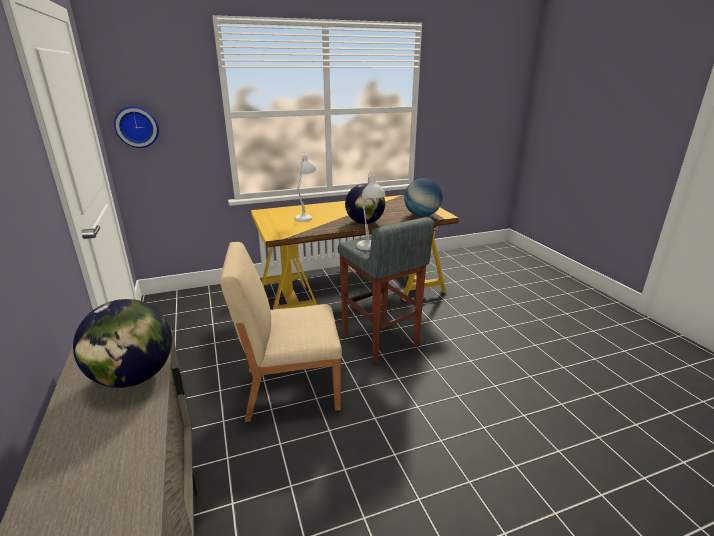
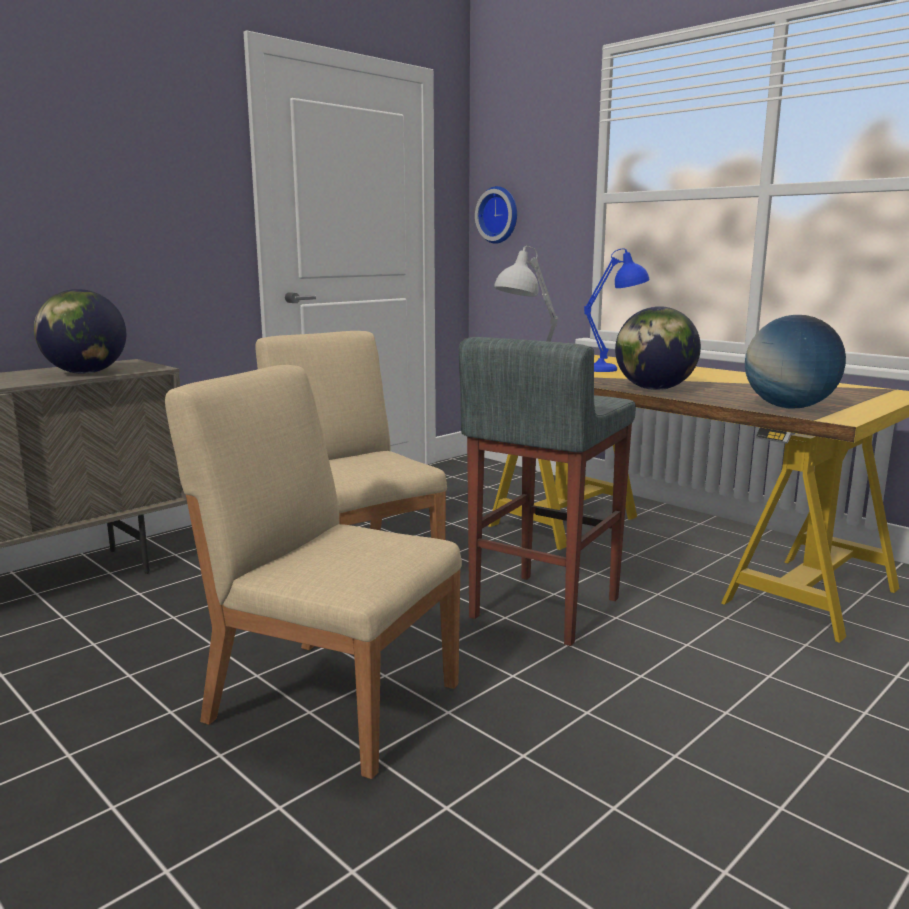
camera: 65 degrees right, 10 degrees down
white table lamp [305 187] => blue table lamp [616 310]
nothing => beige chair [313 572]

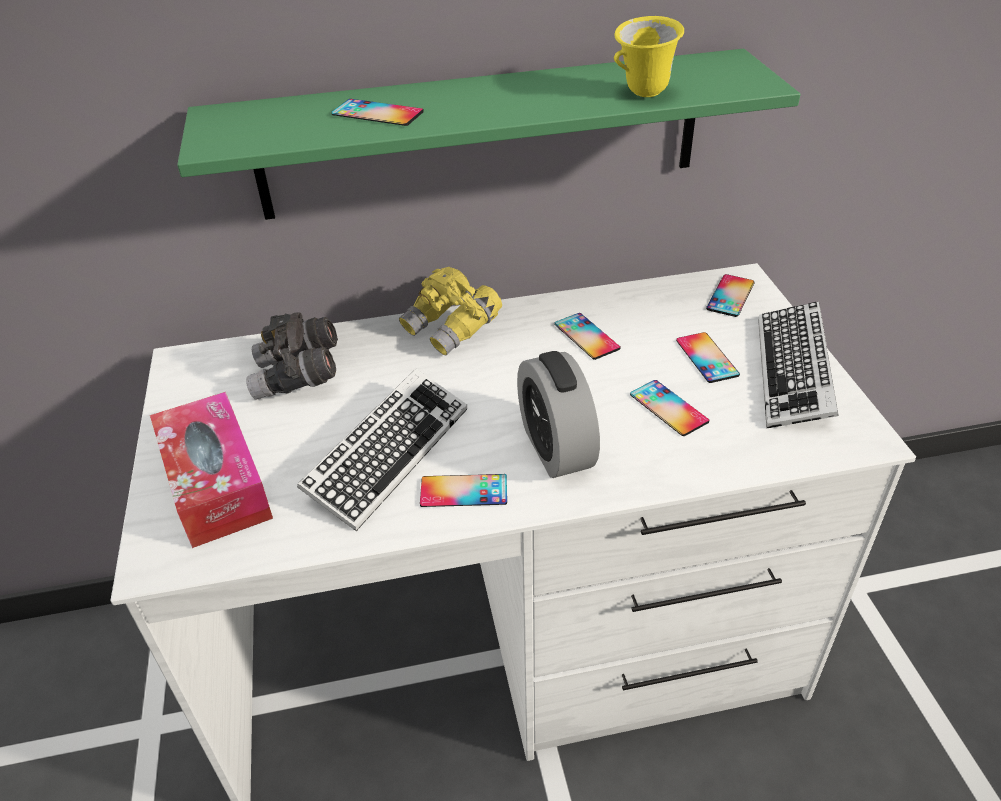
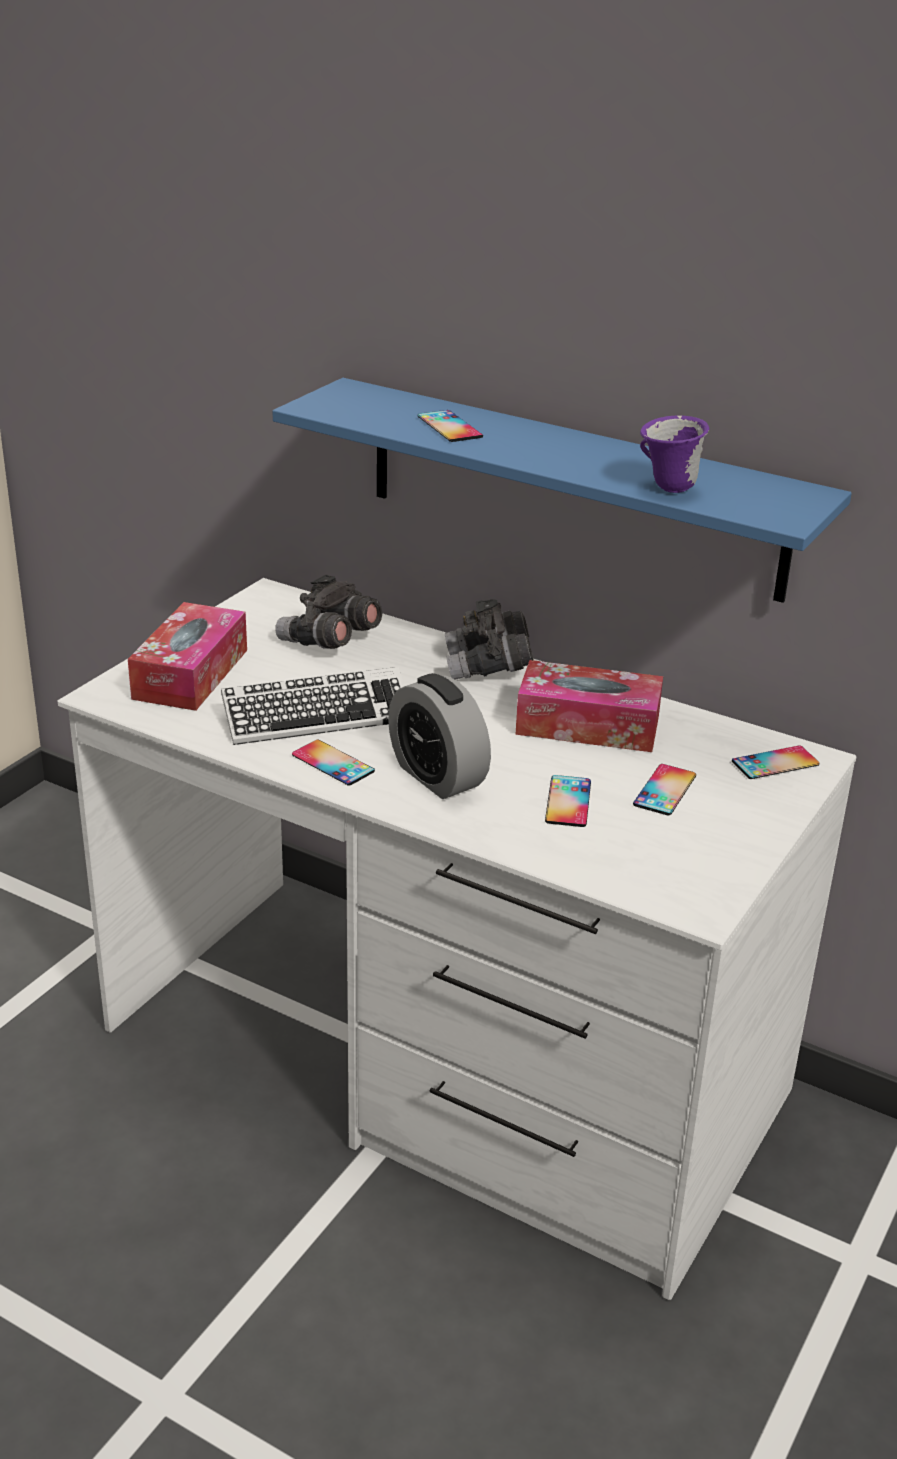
camera: 40 degrees right, 10 degrees down
green shelf [489 134] => blue shelf [562 490]
yellow binoculars [450 311] => grey binoculars [489 639]
alarm clock [558 414] => alarm clock [439 736], 60 degrees counterclockwise
phone [587 336] => tissue box [589 706]
yellow mug [649 56] => purple mug [675 454]
keyboard [798 364] => nothing

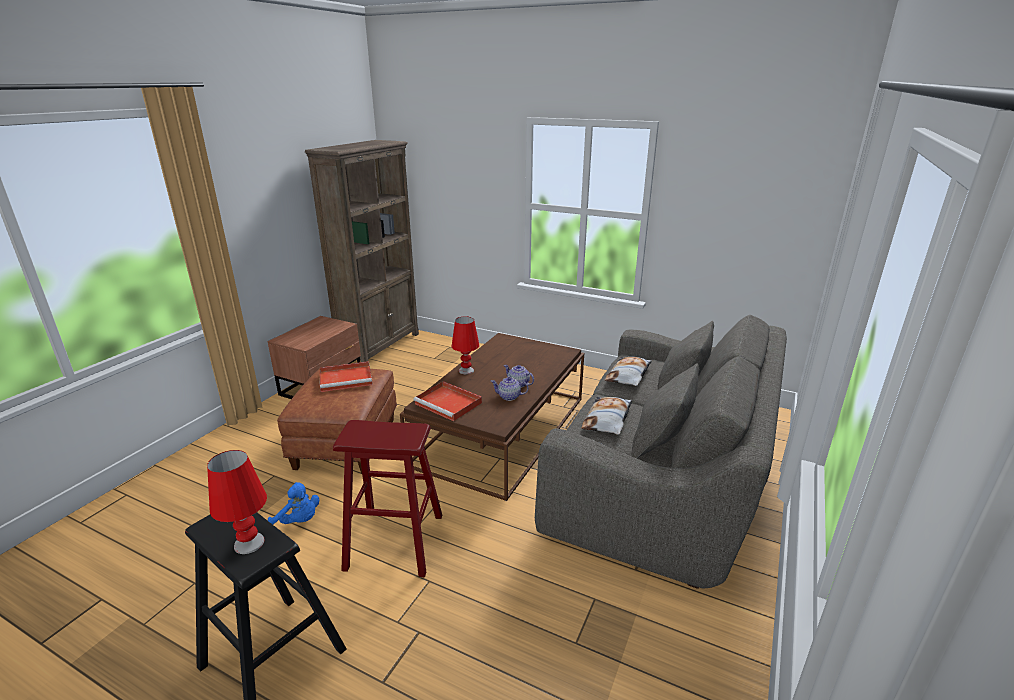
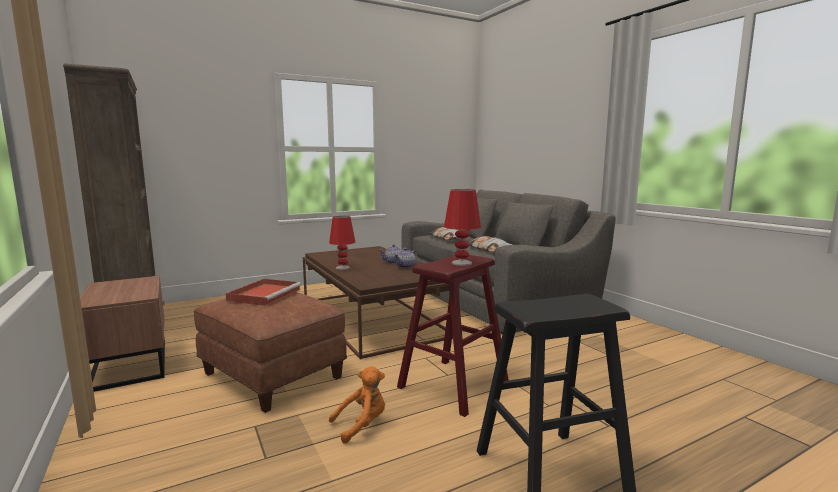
camera: 55 degrees left, 15 degrees down
red table lamp [237 502] => red table lamp [462 227], moved
blue plush toy [293 503] => orange plush toy [357 405]
red tray [447 401] => nothing

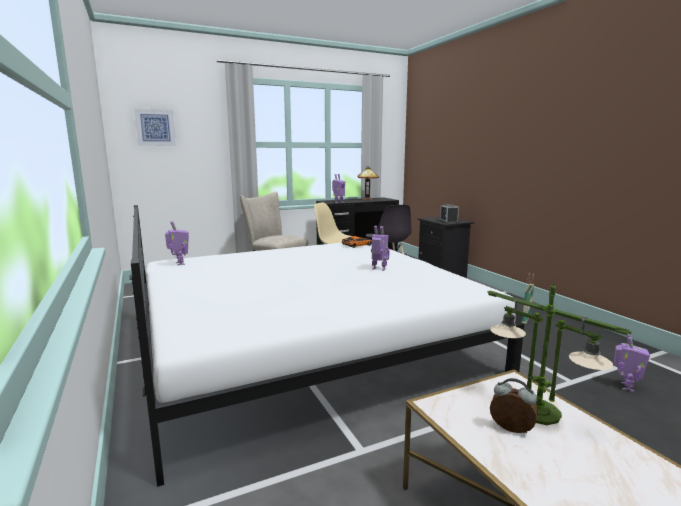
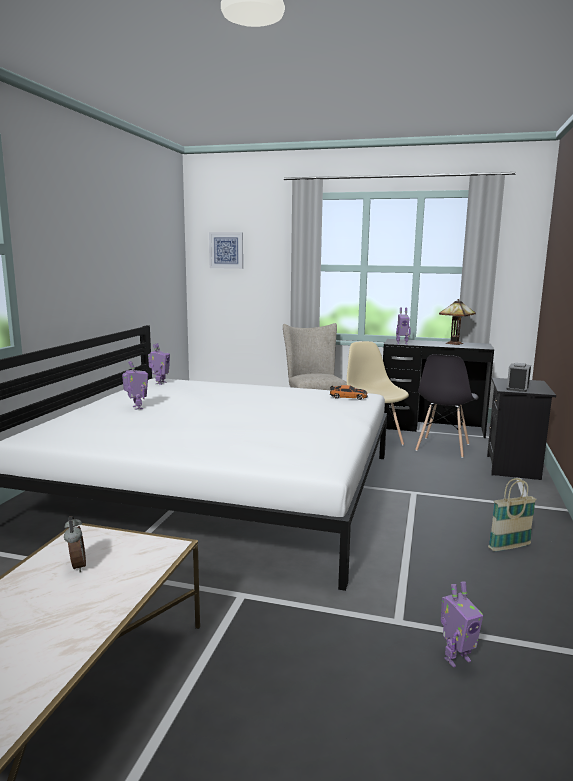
camera: 40 degrees right, 0 degrees up
toy robot [380 248] => toy robot [135 385], moved
table lamp [560 354] => nothing

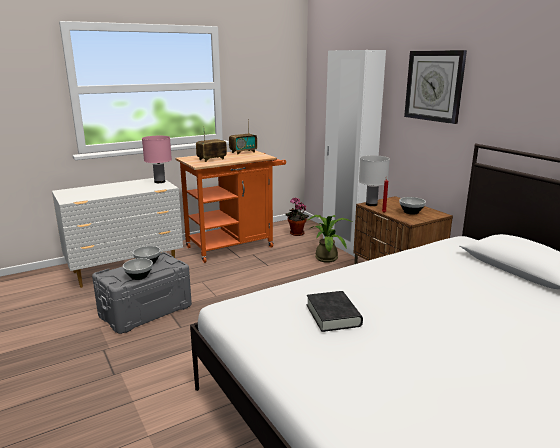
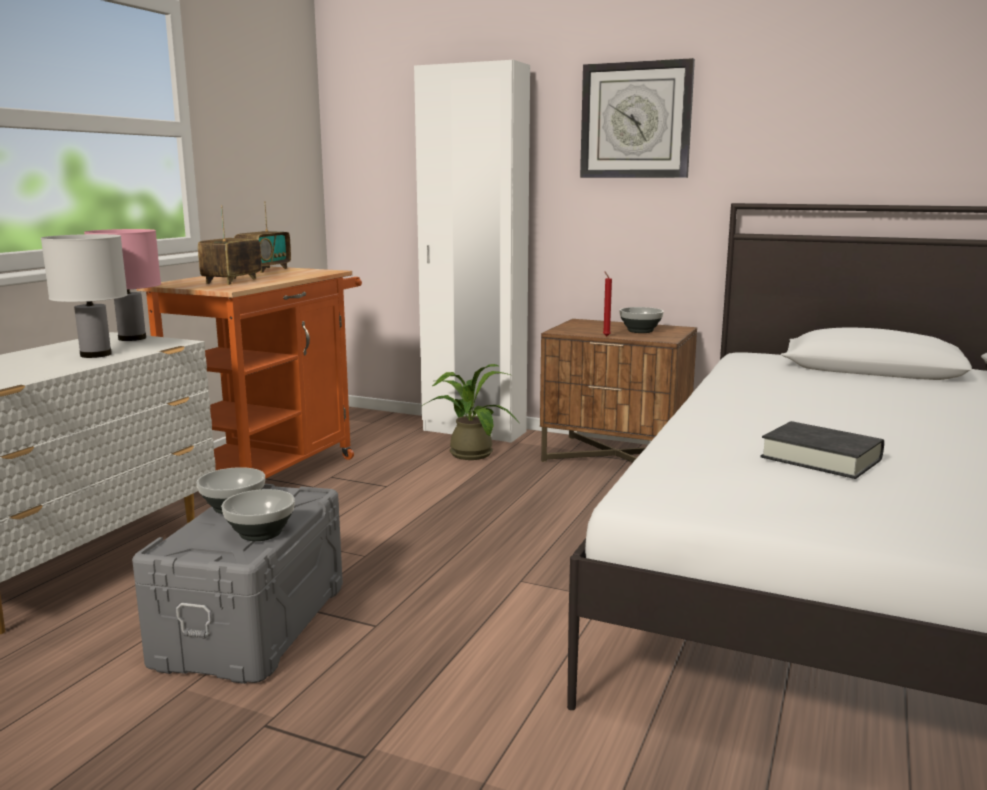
camera: 35 degrees left, 5 degrees down
potted plant [297 216] => nothing
white table lamp [374 180] => white table lamp [84 296], moved

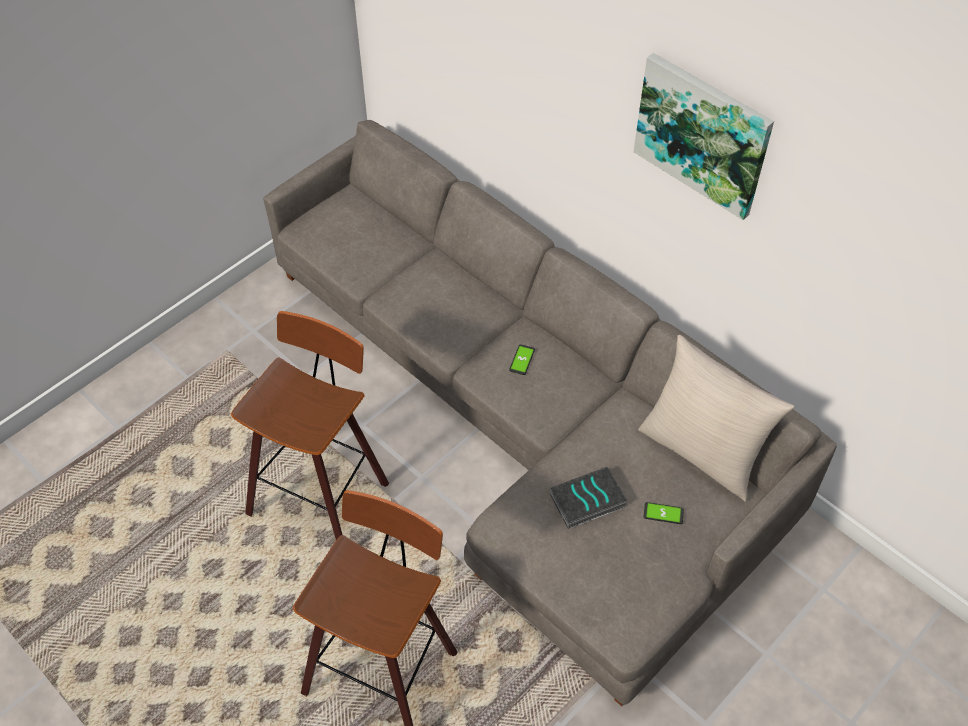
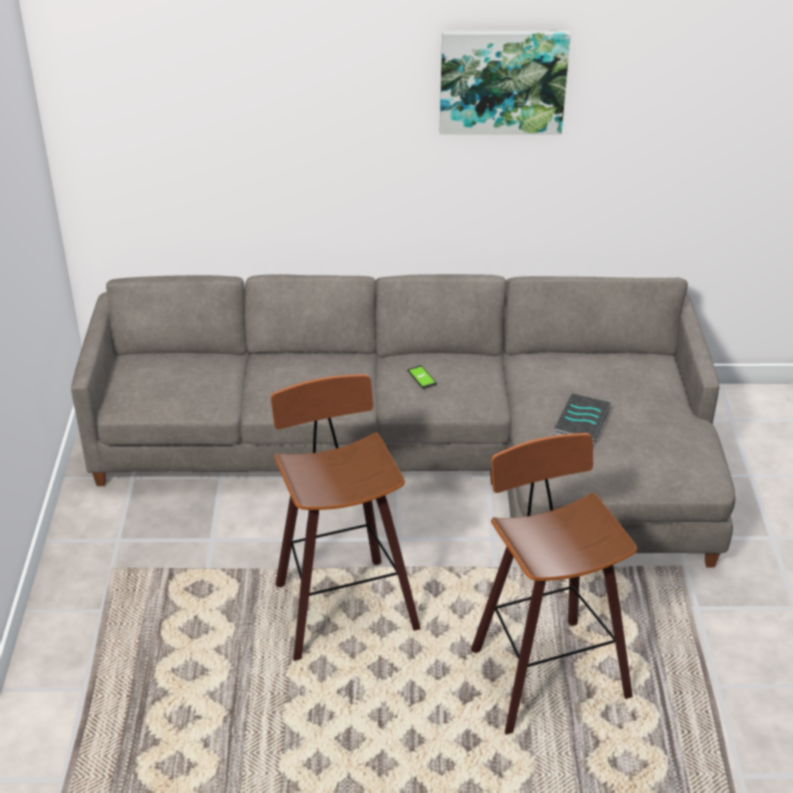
camera: 45 degrees left, 15 degrees down
beige pillow [716 418] => nothing
phone [664 513] => nothing

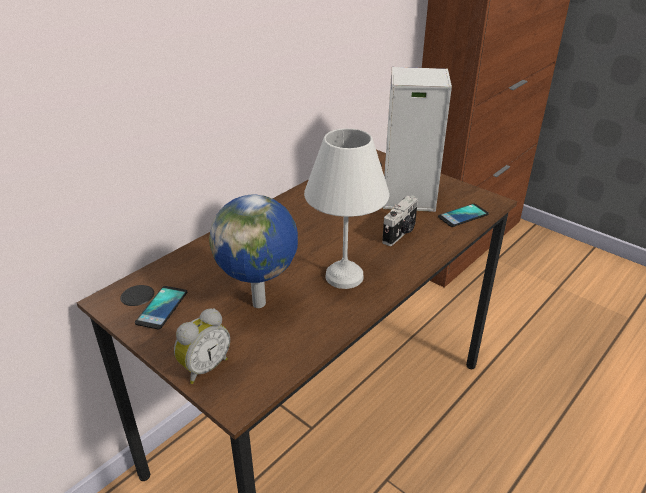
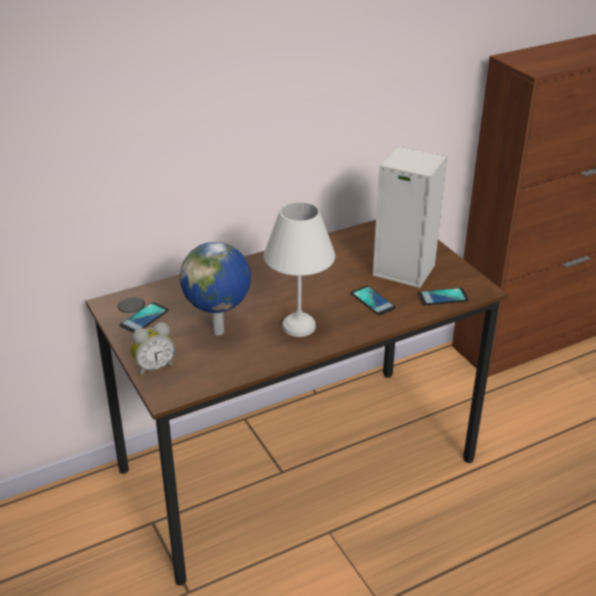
camera: 20 degrees right, 0 degrees up
photo camera [400 221] => phone [373 300]

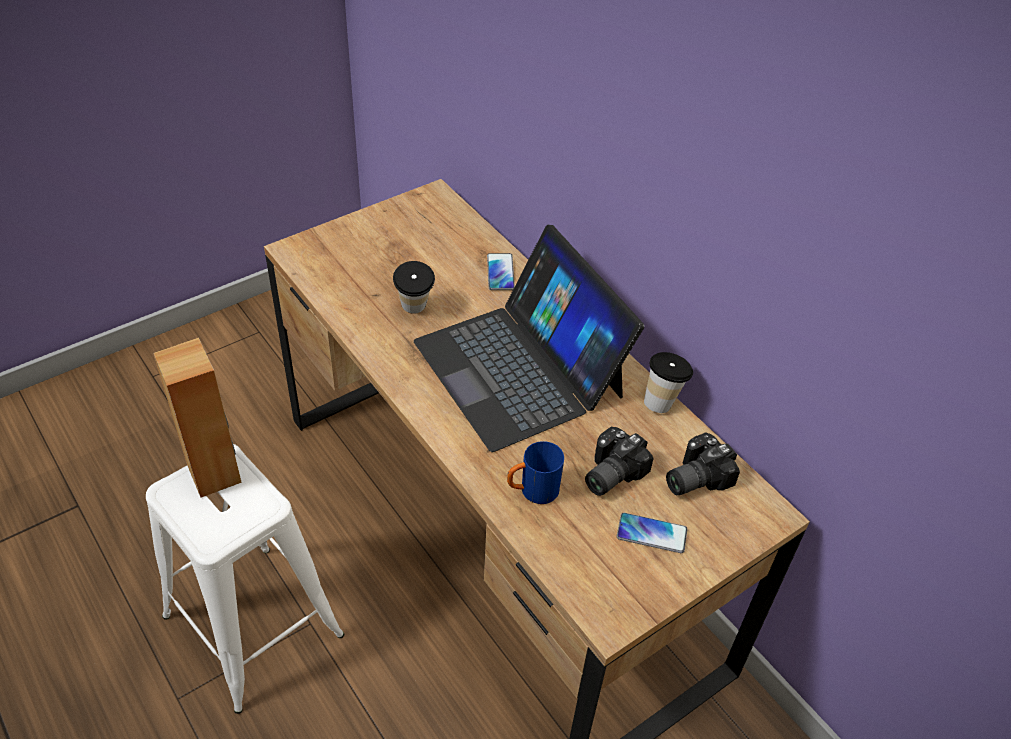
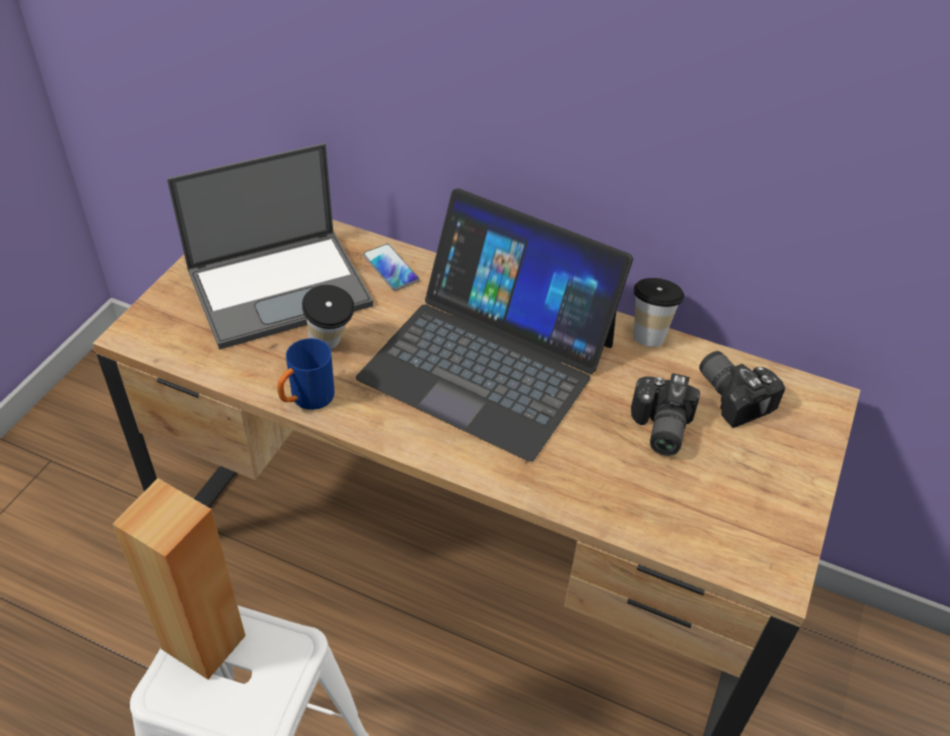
camera: 30 degrees left, 0 degrees up
blue mug [535 472] => blue mug [306 374], moved
phone [652 533] => nothing
photo camera [703 463] => photo camera [742 389], 120 degrees clockwise
nothing => laptop [270 246]

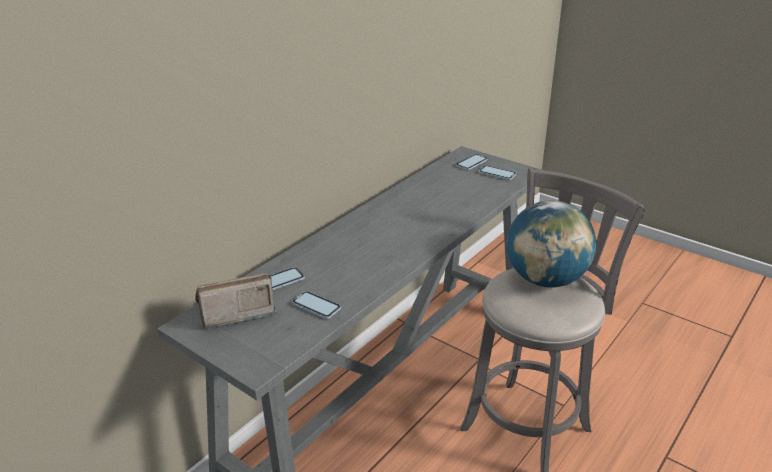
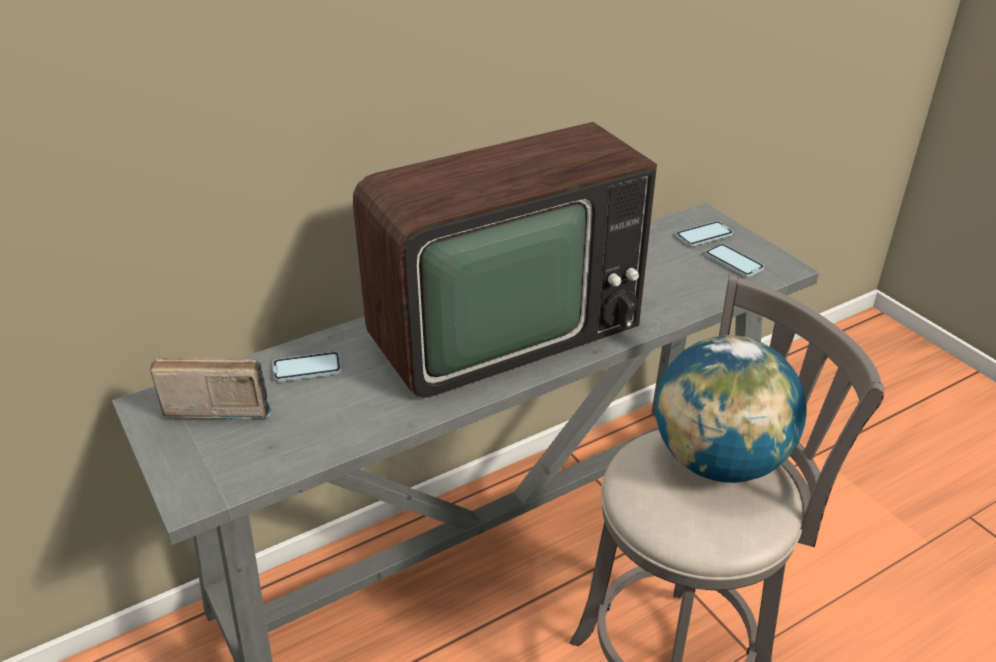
camera: 20 degrees right, 5 degrees up
phone [316 305] => nothing
nothing => television [505 260]

